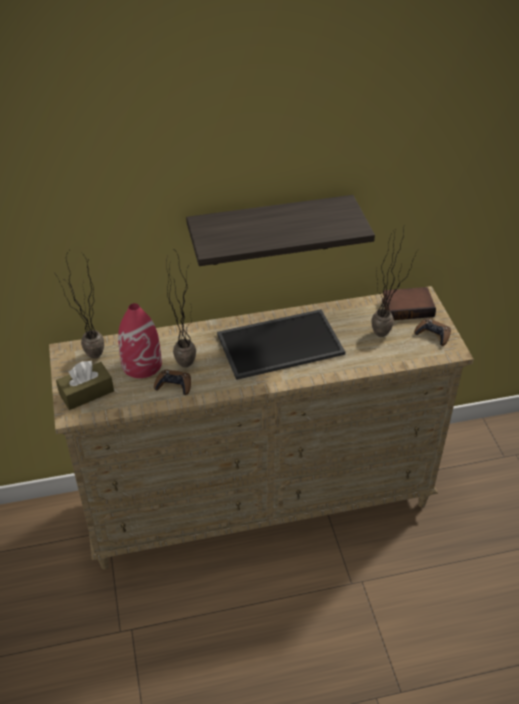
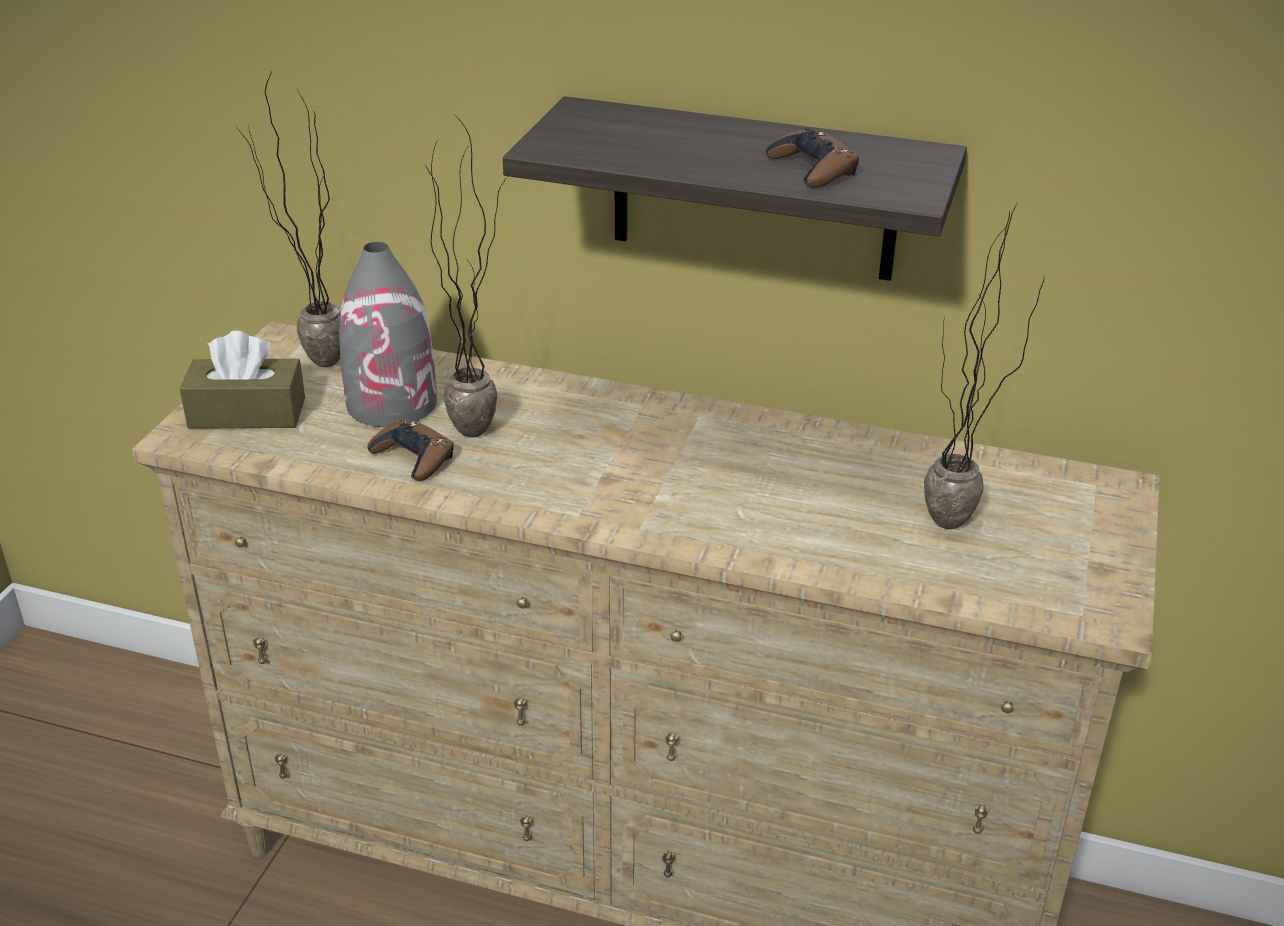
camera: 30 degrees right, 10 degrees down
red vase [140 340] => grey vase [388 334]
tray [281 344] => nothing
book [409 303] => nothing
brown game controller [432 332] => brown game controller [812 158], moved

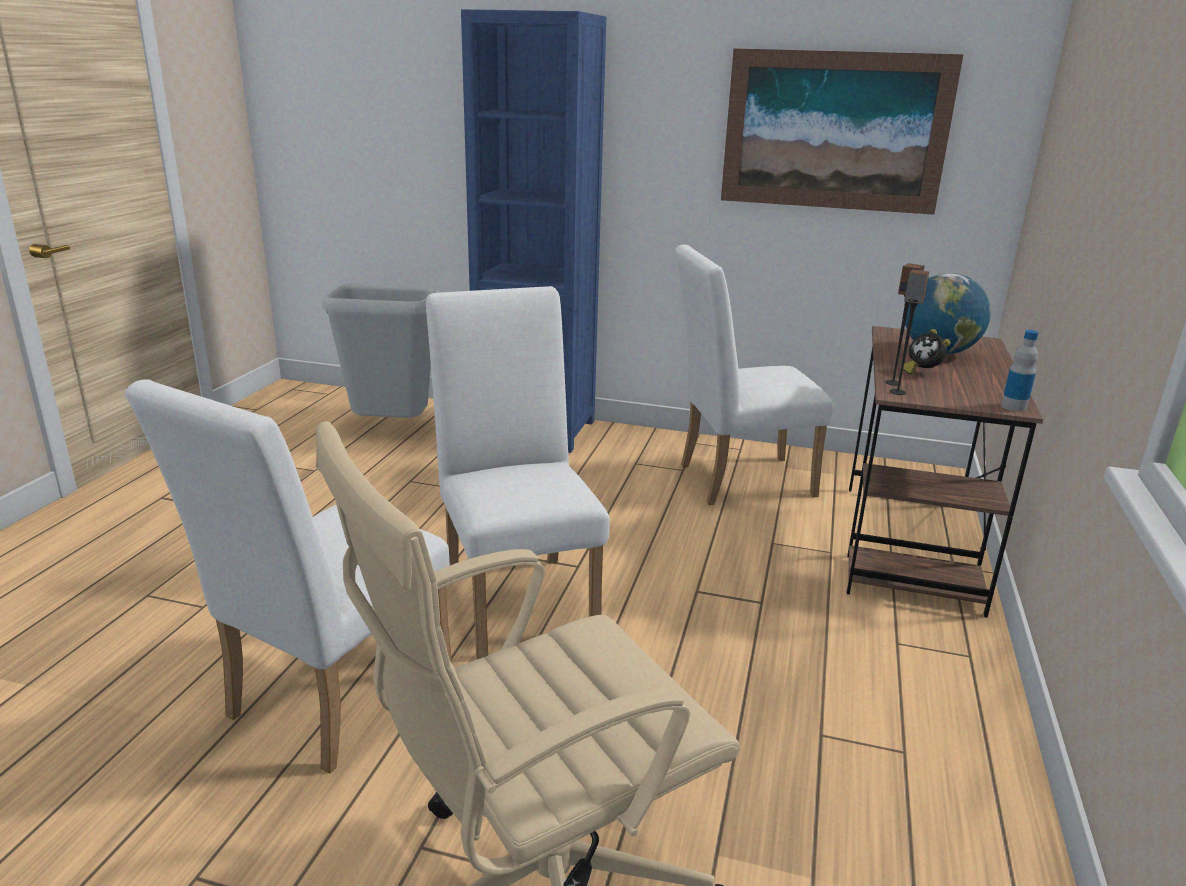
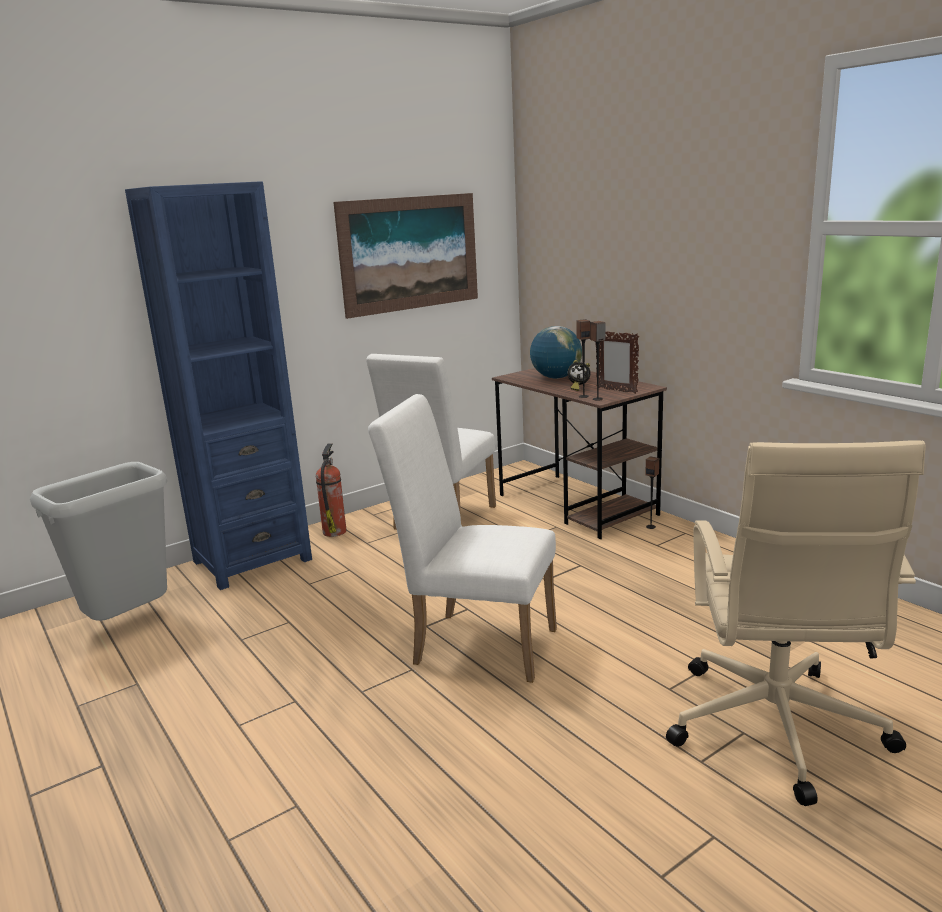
camera: 50 degrees left, 5 degrees down
white chair [288 576] => nothing
bottle [1020 371] => nothing
nothing => fire extinguisher [331 490]
nothing => picture frame [617 363]
nothing => speaker [652 492]

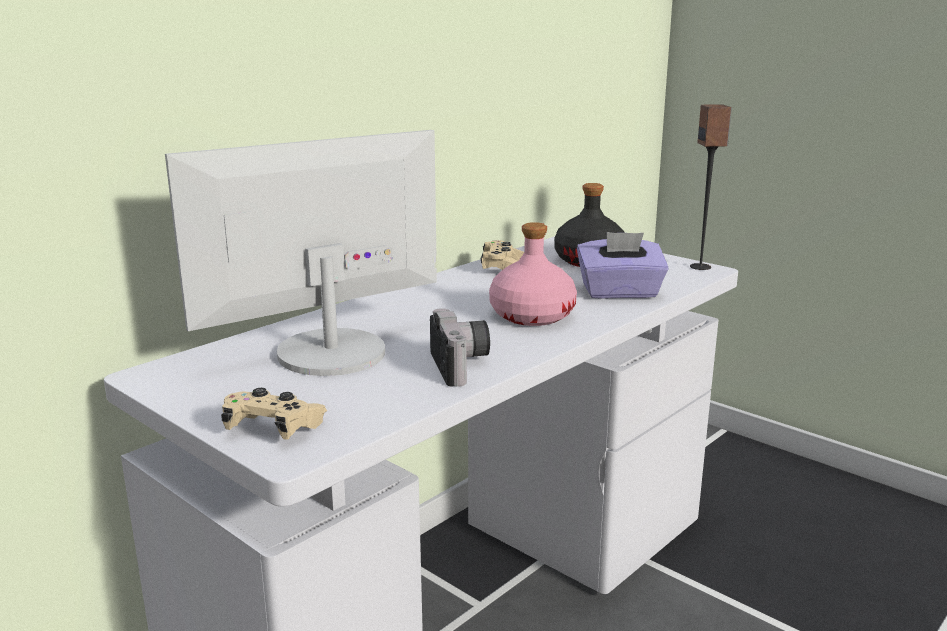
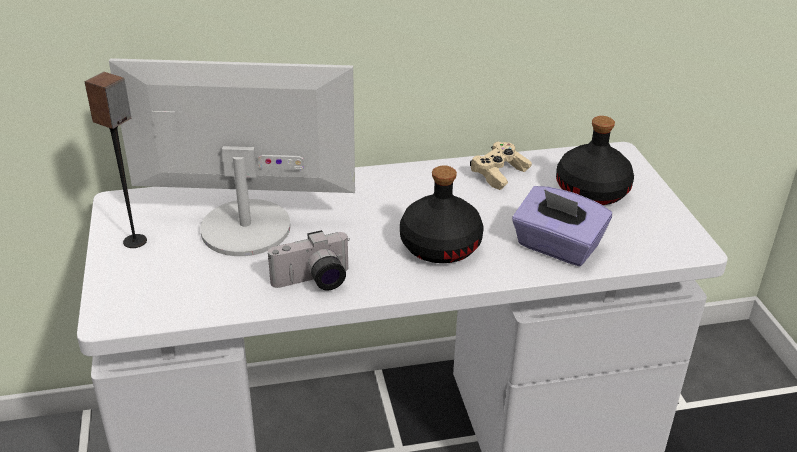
camera: 35 degrees right, 15 degrees up
beige game controller [274 414] => nothing
photo camera [460 347] => photo camera [309 260], 45 degrees clockwise
pink bottle [533 274] => black bottle [441 214]
speaker [711 187] => speaker [116 160], moved

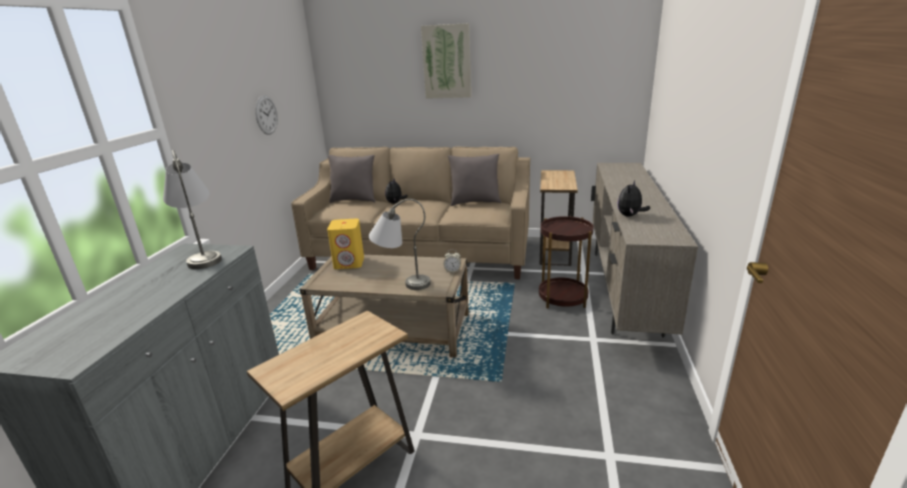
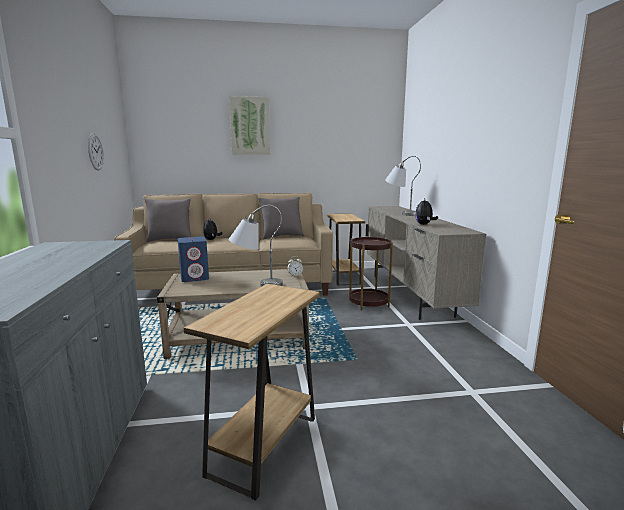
camera: 20 degrees left, 10 degrees down
grey table lamp [192 209] => grey table lamp [403 186], moved
yellow speaker [345 244] => blue speaker [193 259]

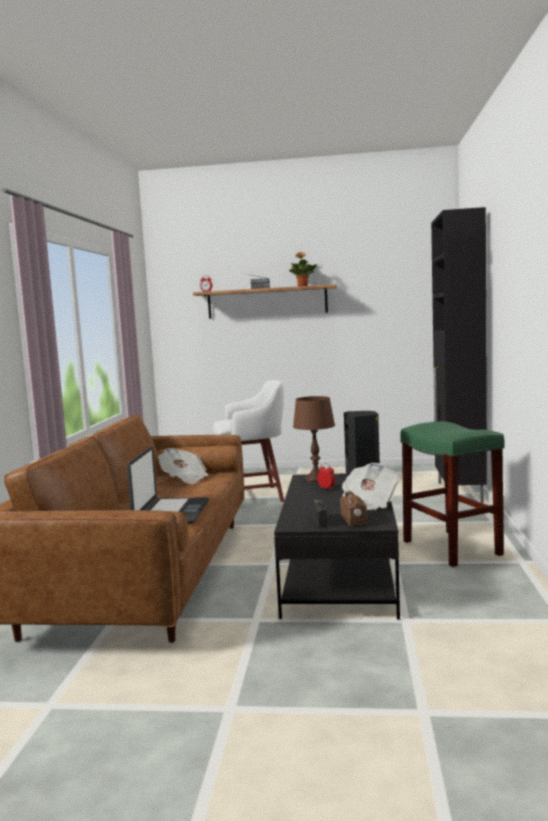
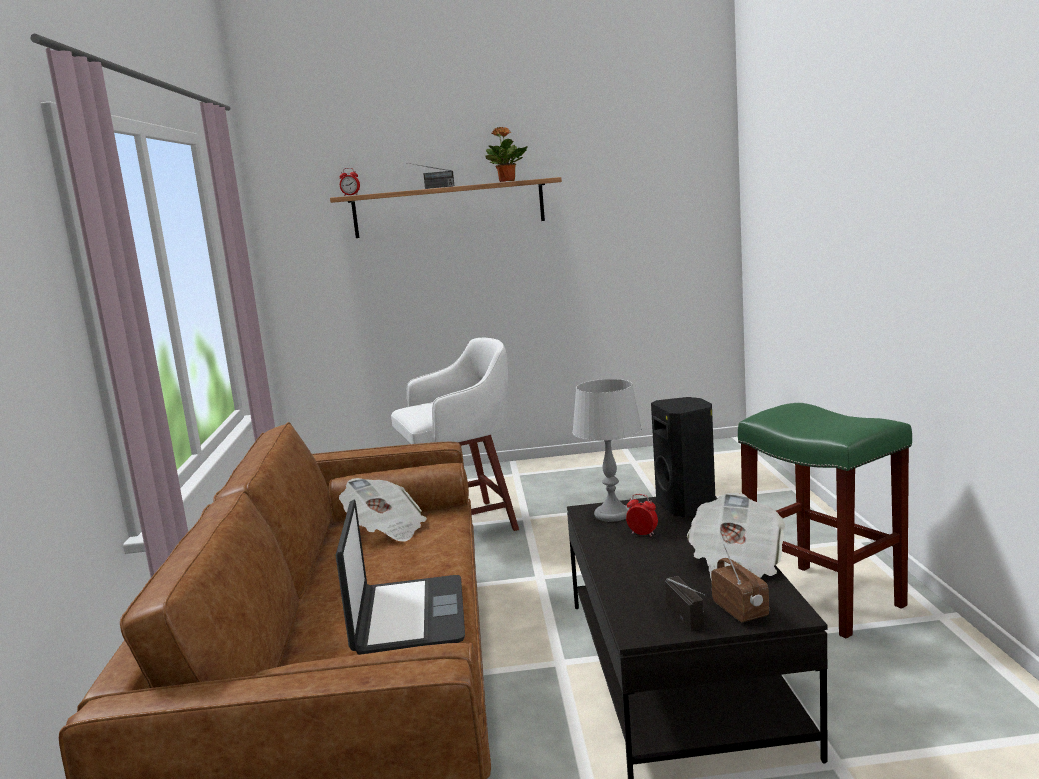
camera: 10 degrees left, 5 degrees up
brown table lamp [314 439] => grey table lamp [607 450]
black cabinet [459 355] => nothing

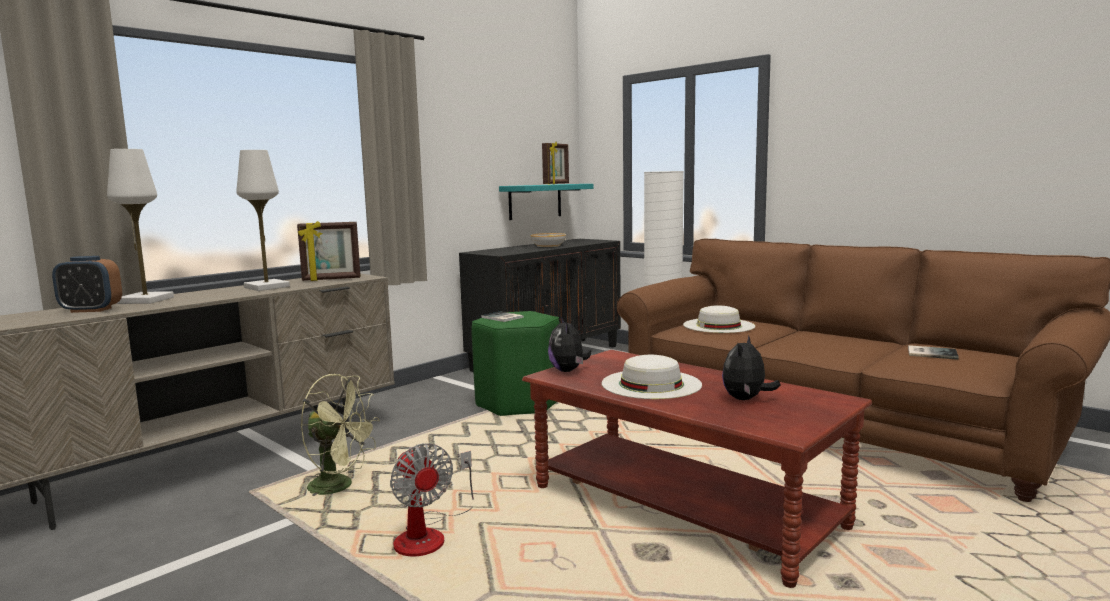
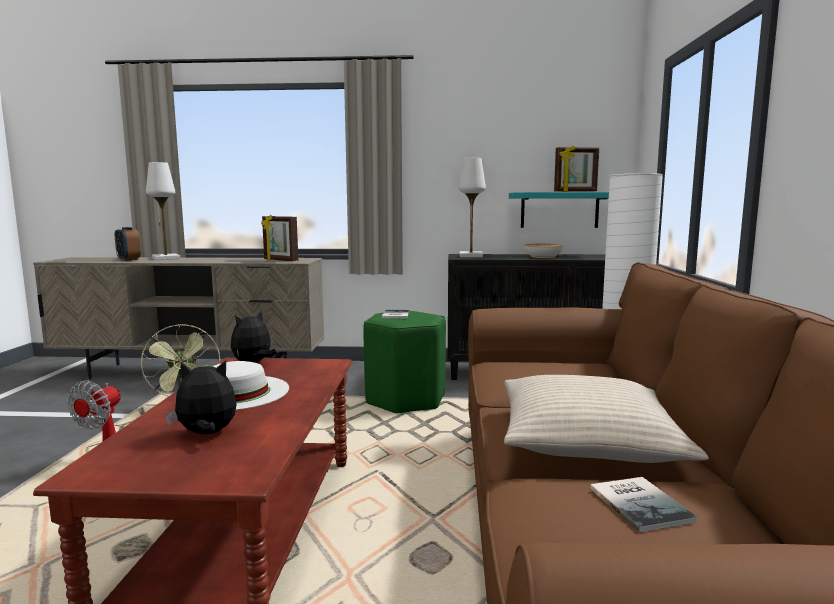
camera: 50 degrees right, 0 degrees up
white table lamp [263 220] => white table lamp [472 207], moved
white hat [719 319] => nothing
nothing => beige pillow [606 419]

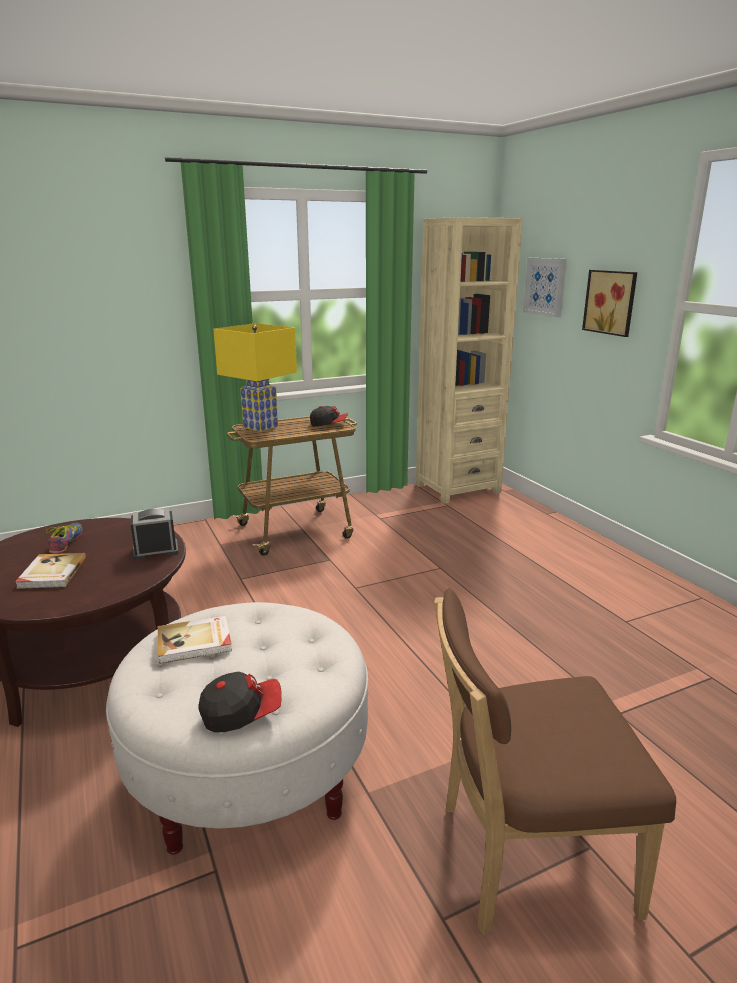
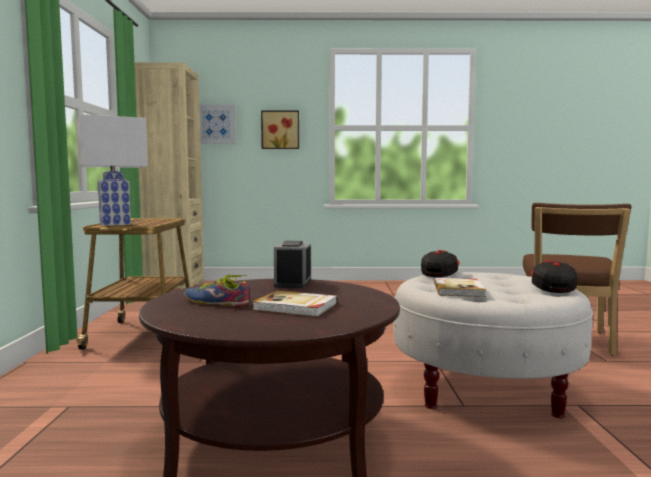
camera: 65 degrees left, 15 degrees down
yellow table lamp [255 377] => white table lamp [112 170]
cap [329 416] => cap [440 263], moved

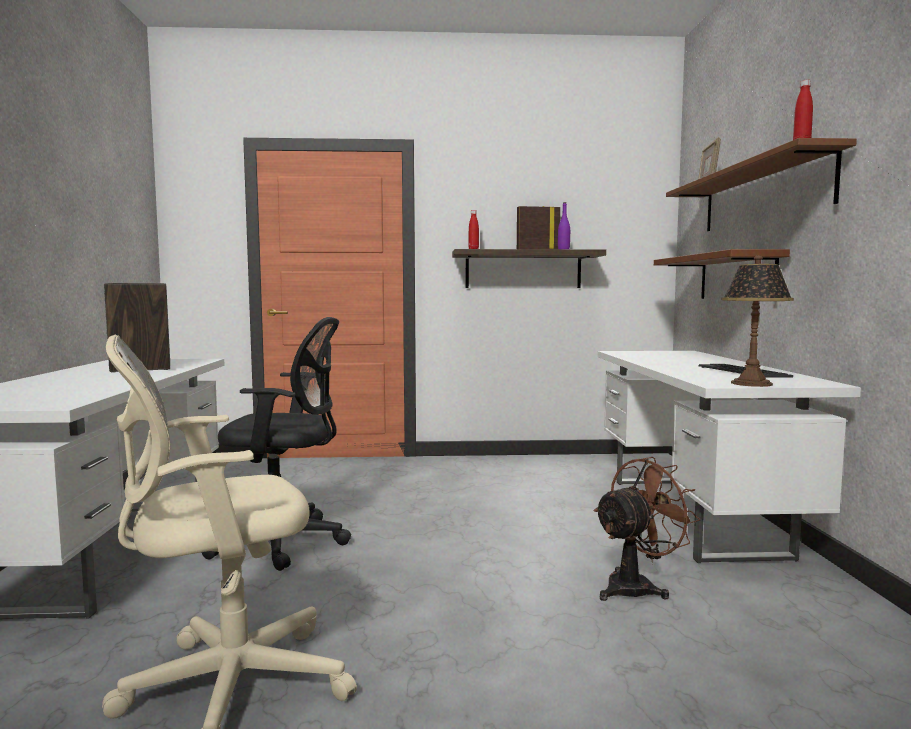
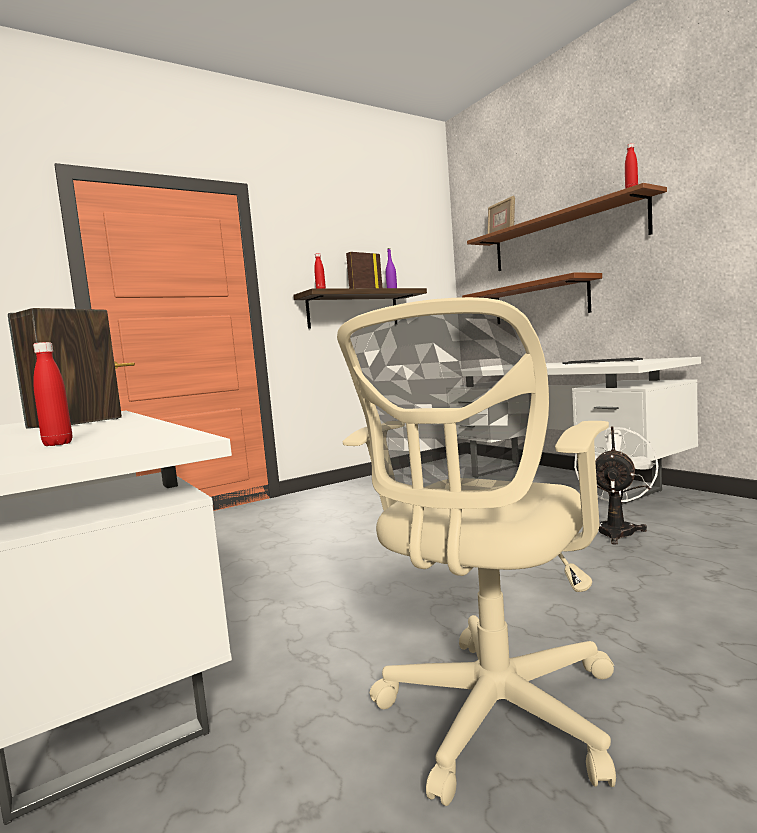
camera: 30 degrees left, 0 degrees up
black office chair [276 444] => nothing
brown fan [647 529] => white fan [616 485]
table lamp [758 321] => nothing
nothing => red bottle [52 394]

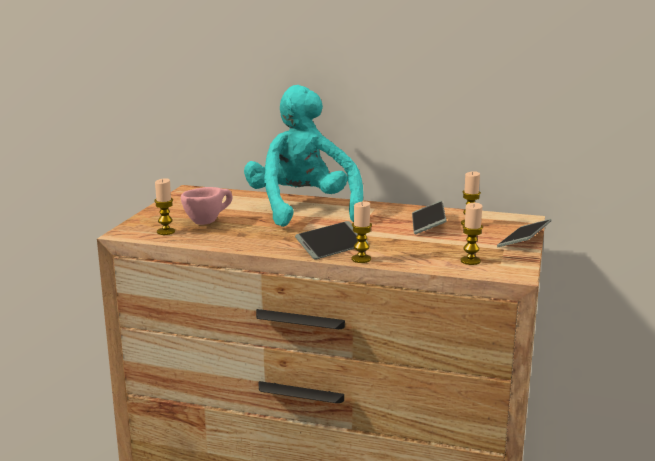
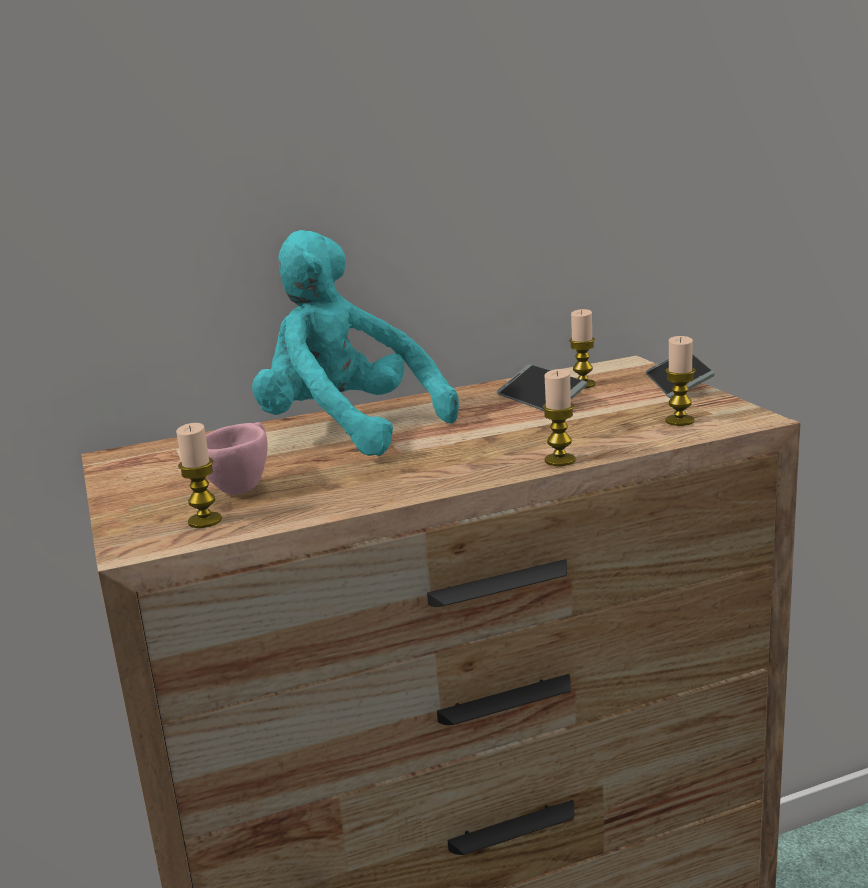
camera: 35 degrees left, 0 degrees up
phone [331 240] => nothing

